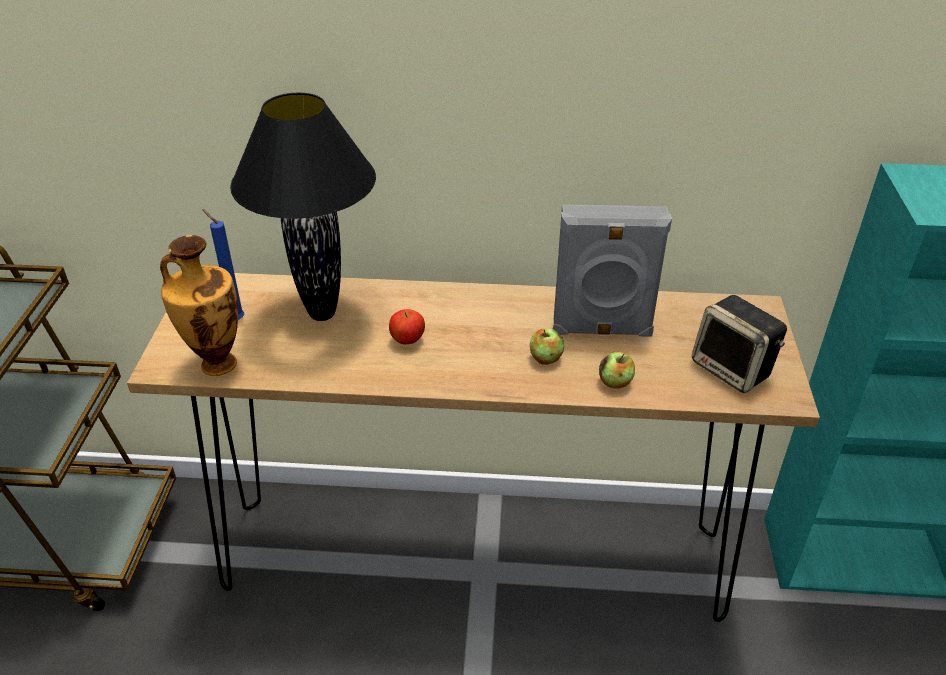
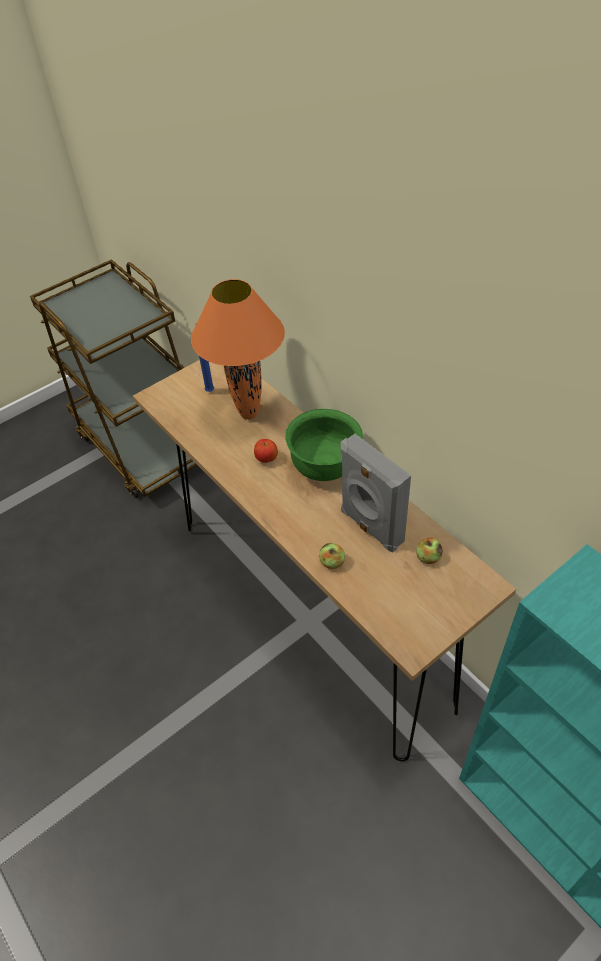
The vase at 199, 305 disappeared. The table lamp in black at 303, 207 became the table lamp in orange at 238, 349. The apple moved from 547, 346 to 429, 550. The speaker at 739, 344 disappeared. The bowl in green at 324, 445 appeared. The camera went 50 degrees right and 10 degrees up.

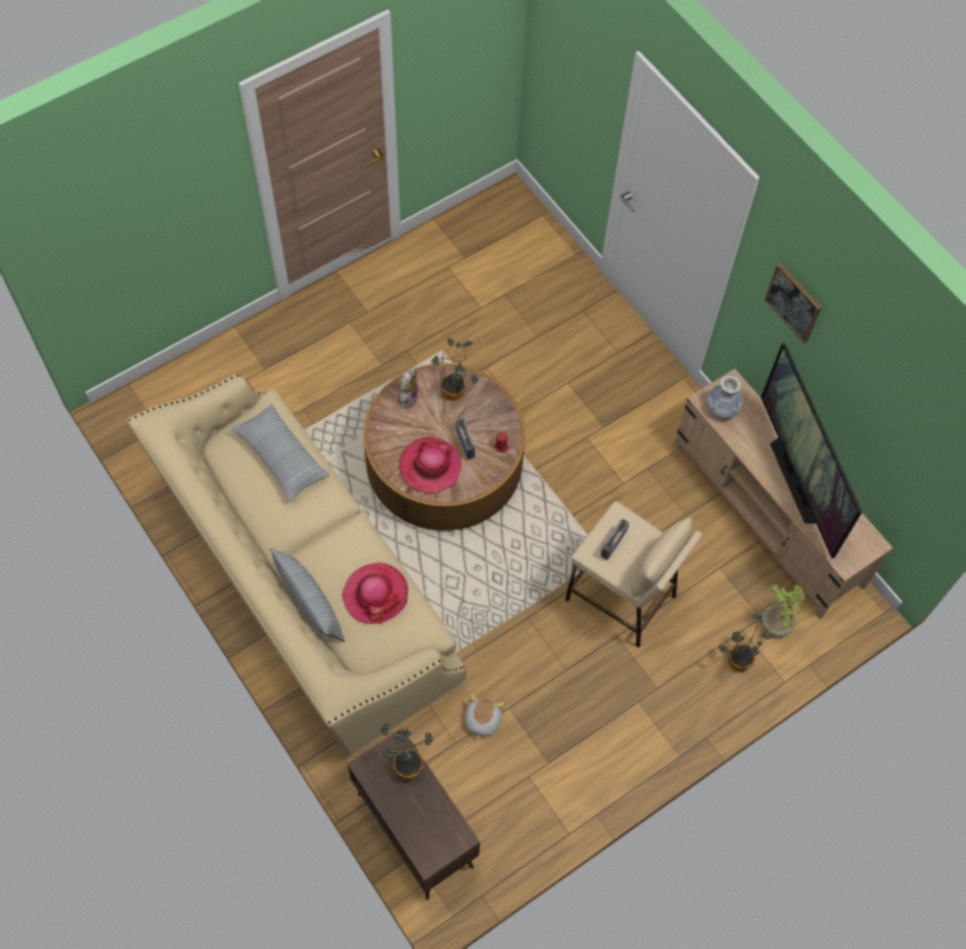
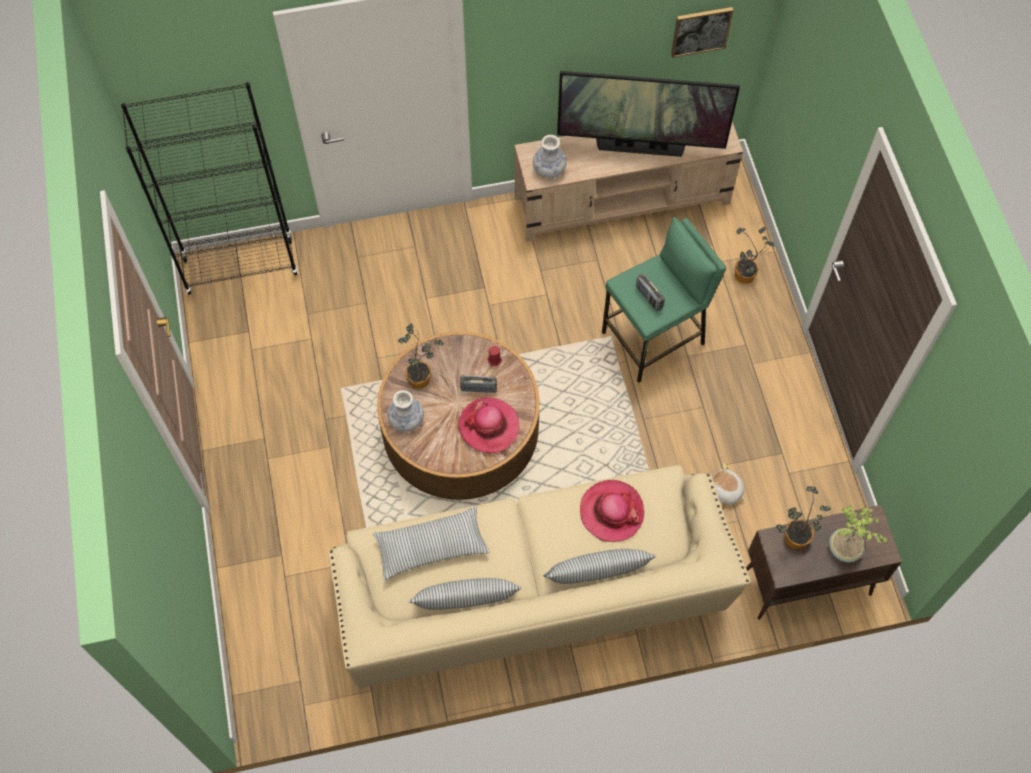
The plush toy at 407, 388 was replaced by the vase at 405, 411. The stool in beige at 633, 574 became the stool in green at 664, 300. The potted plant moved from 783, 610 to 858, 534. The picture moved from 793, 303 to 702, 32. The bookcase in black at 209, 188 appeared. The pillow at 464, 594 appeared. The camera went 65 degrees left and 0 degrees up.

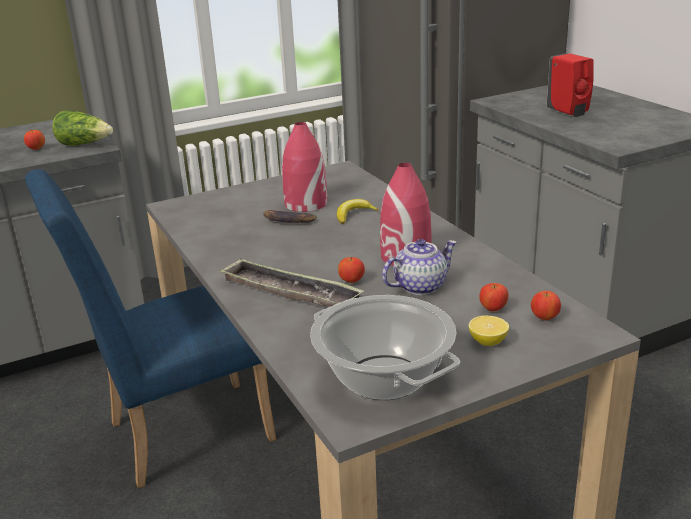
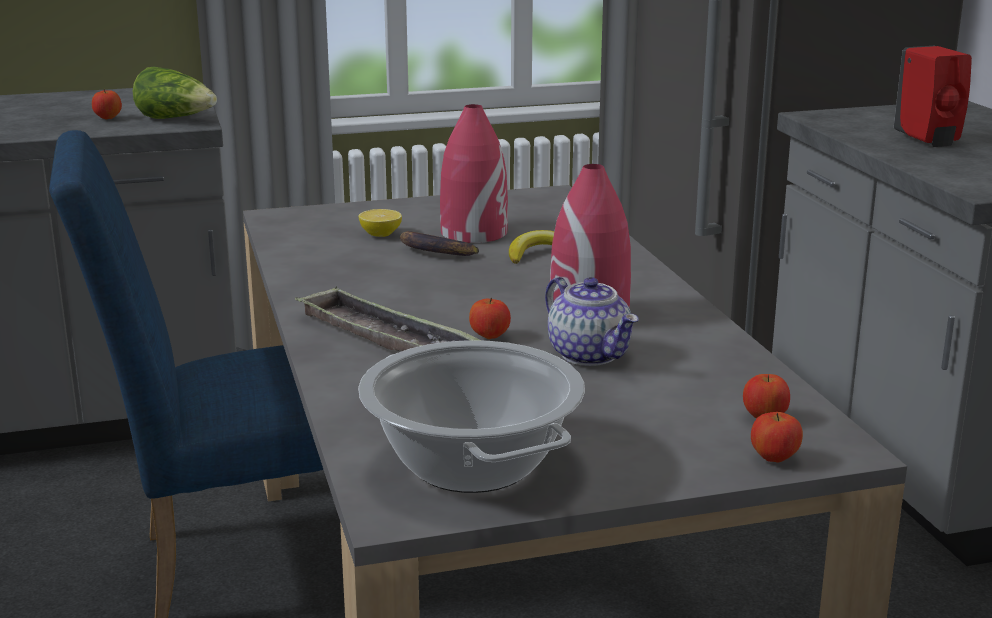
The teapot at 419, 267 turned 75 degrees clockwise. The lemon moved from 488, 331 to 380, 223. The apple moved from 493, 297 to 777, 437. The camera went 10 degrees right and 5 degrees down.

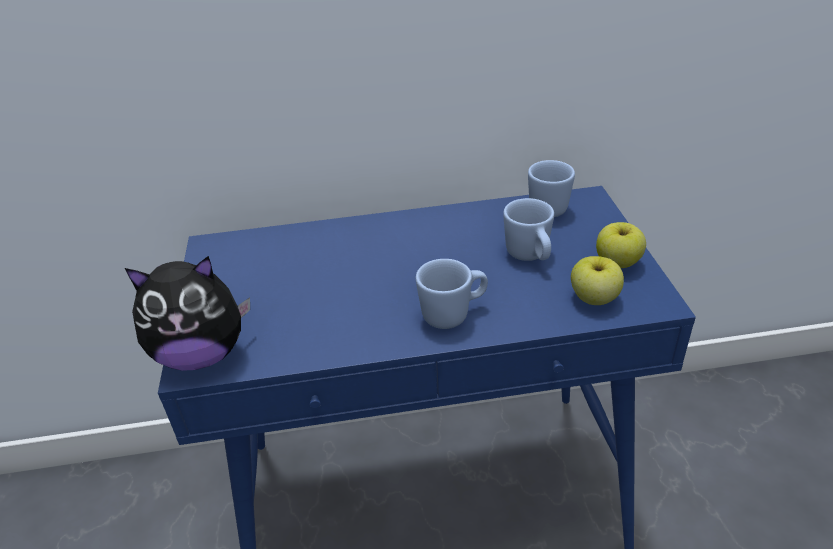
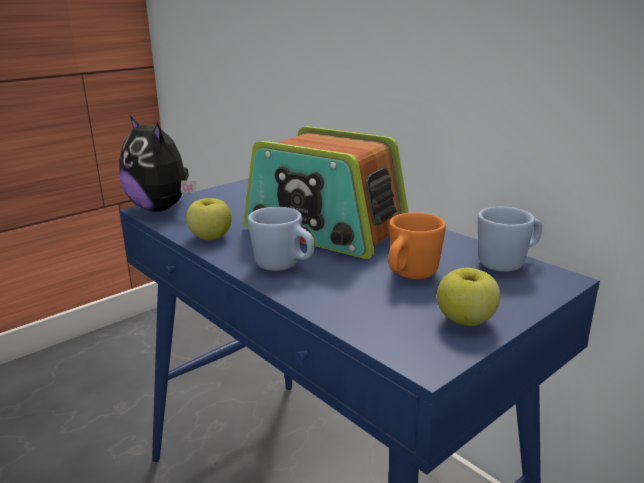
The mug in blue at 528, 229 became the mug in orange at 417, 245. The apple moved from 597, 280 to 209, 219. The radio at 326, 192 appeared. The camera went 55 degrees right and 15 degrees down.

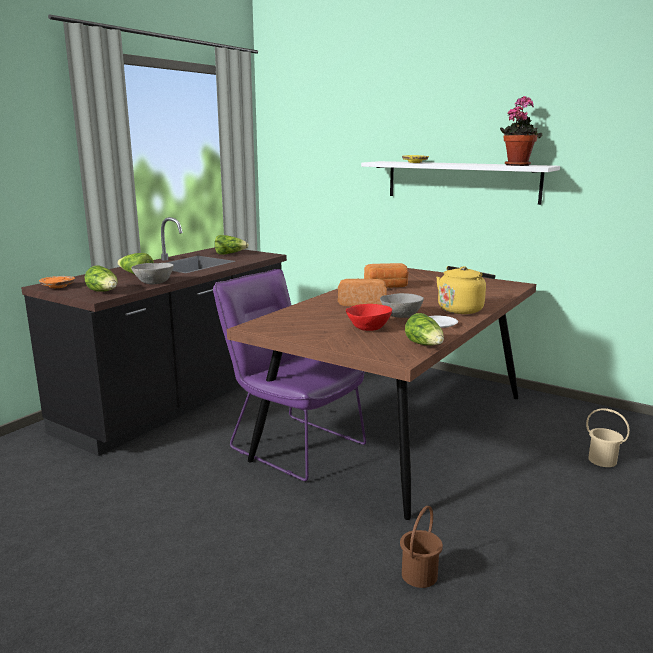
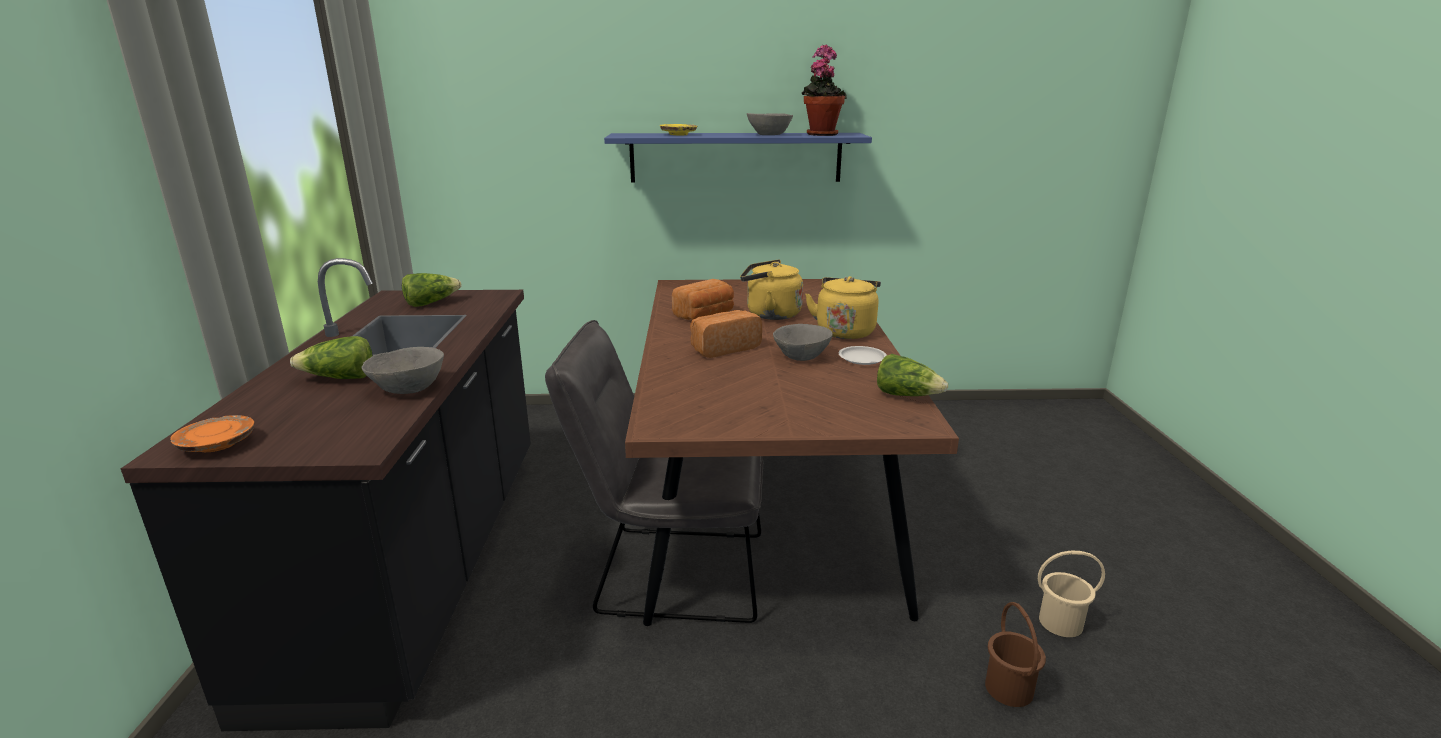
The lettuce at 101, 278 disappeared. The chair in purple at 289, 375 became the chair in grey at 654, 471. The bowl in red at 369, 317 disappeared. The shelf in white at 460, 183 became the shelf in blue at 738, 158. The bucket in beige moved from 608, 437 to 1071, 593. The kettle in yellow at 771, 290 appeared. The bowl in grey at 770, 124 appeared. The camera went 35 degrees left and 5 degrees up.

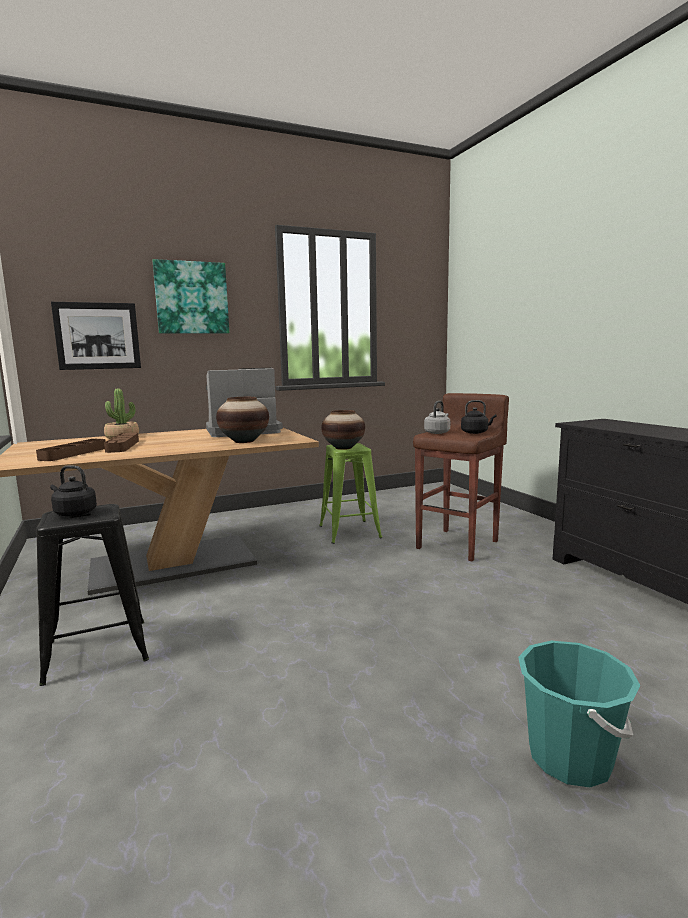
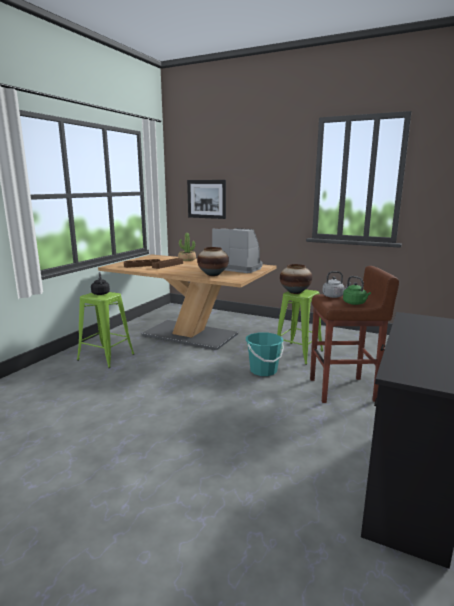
The stool in black at 92, 595 became the stool in green at 105, 330. The picture at 191, 296 disappeared. The kettle in black at 478, 417 became the kettle in green at 357, 290. The bucket in turquoise moved from 579, 714 to 265, 354. The camera went 50 degrees right and 5 degrees up.

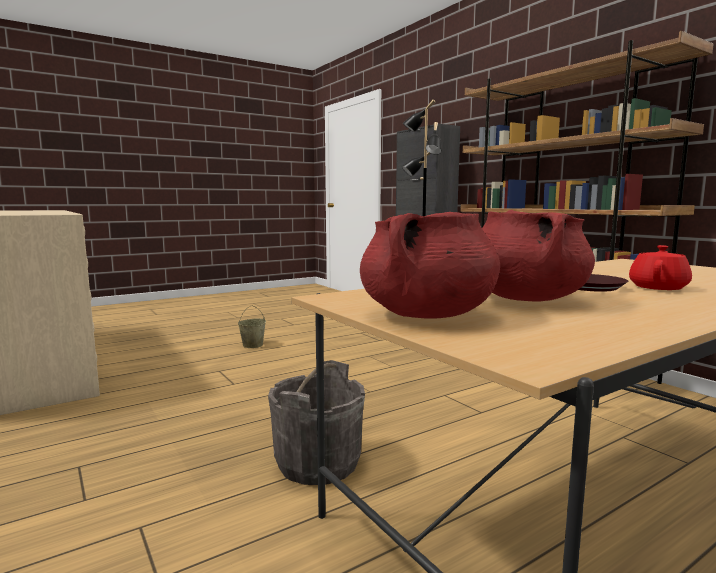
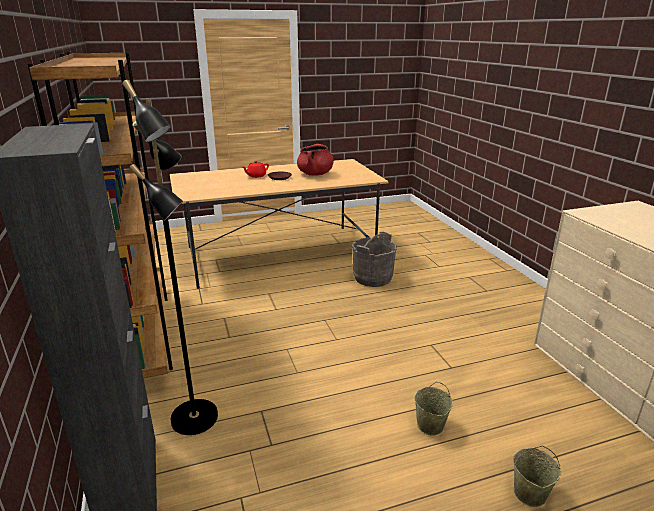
The cooking pot in red at 430, 265 disappeared. The bucket in beige at 537, 476 appeared. The camera went 165 degrees left and 15 degrees up.

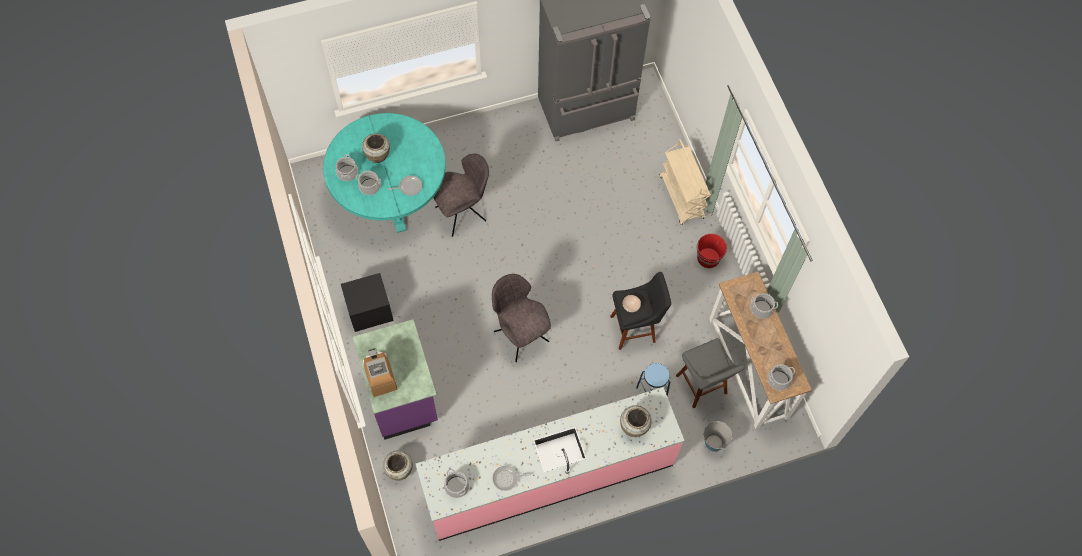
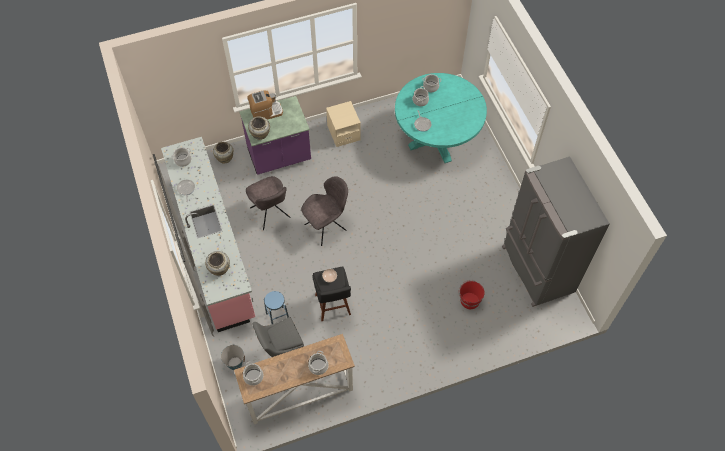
The nightstand in black at 367, 302 became the nightstand in beige at 343, 124. The vase in beige moved from 376, 148 to 259, 128. The chair in grey moved from 461, 195 to 268, 203. The cart in beige at 685, 182 disappeared. The bucket in red moved from 712, 251 to 472, 294. The camera went 90 degrees right and 5 degrees down.

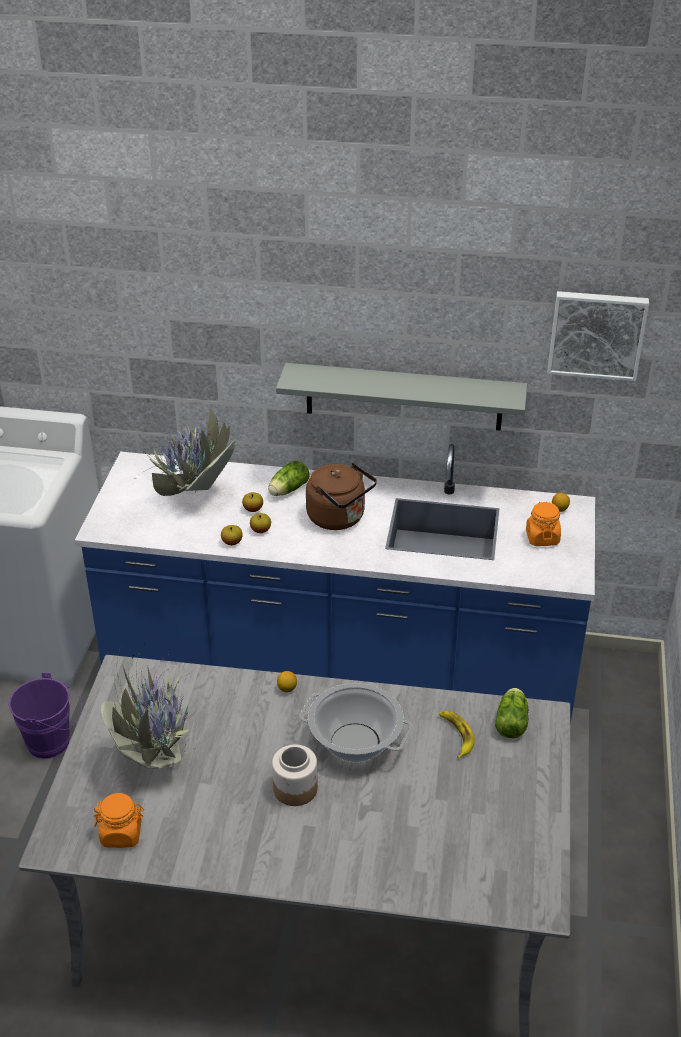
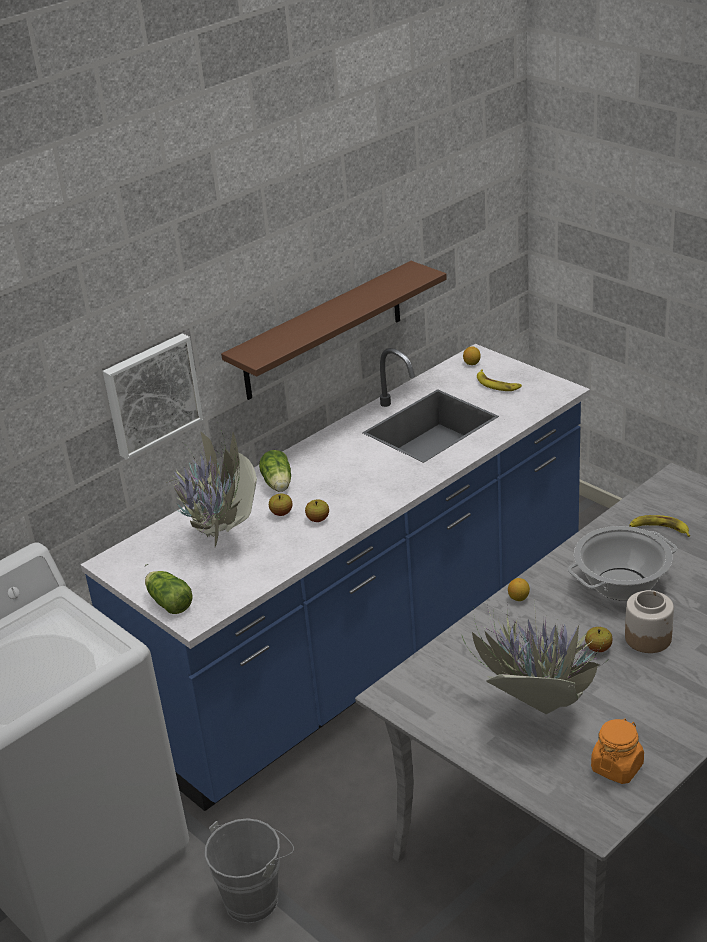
The bucket in purple at 45, 715 became the bucket in grey at 249, 870. The apple moved from 232, 535 to 599, 639. The shelf in grey at 401, 397 became the shelf in brown at 334, 330. The kettle in brown at 341, 496 disappeared. The lettuce moved from 511, 713 to 169, 592. The jar in orange at 543, 523 was replaced by the banana at 499, 380. The picture moved from 598, 336 to 153, 396. The camera went 50 degrees left and 5 degrees down.

